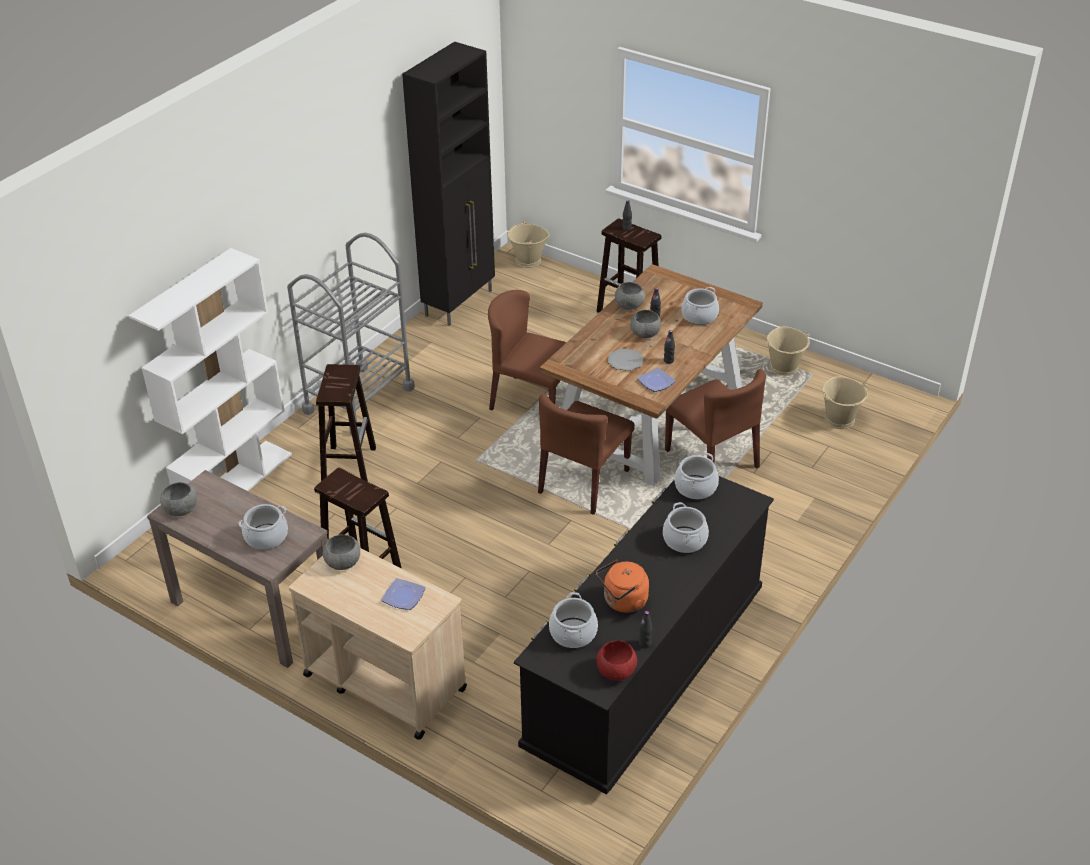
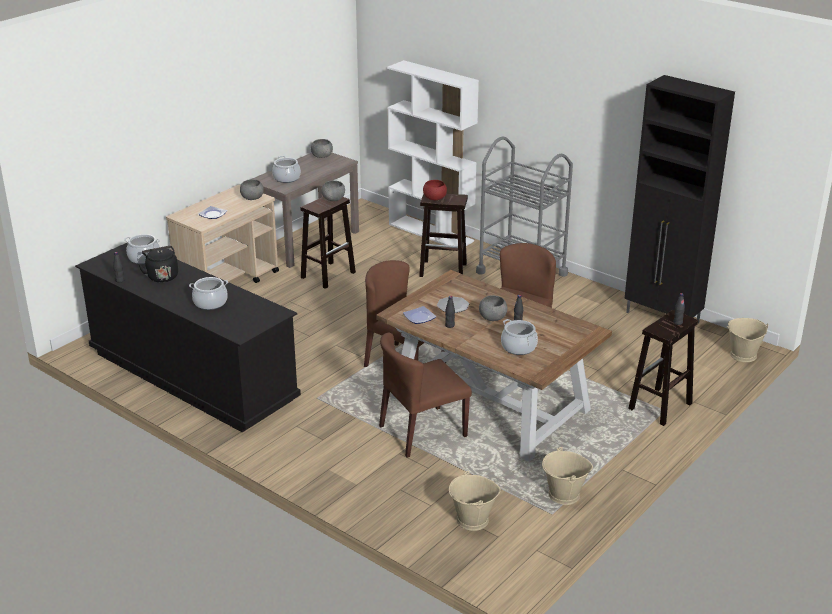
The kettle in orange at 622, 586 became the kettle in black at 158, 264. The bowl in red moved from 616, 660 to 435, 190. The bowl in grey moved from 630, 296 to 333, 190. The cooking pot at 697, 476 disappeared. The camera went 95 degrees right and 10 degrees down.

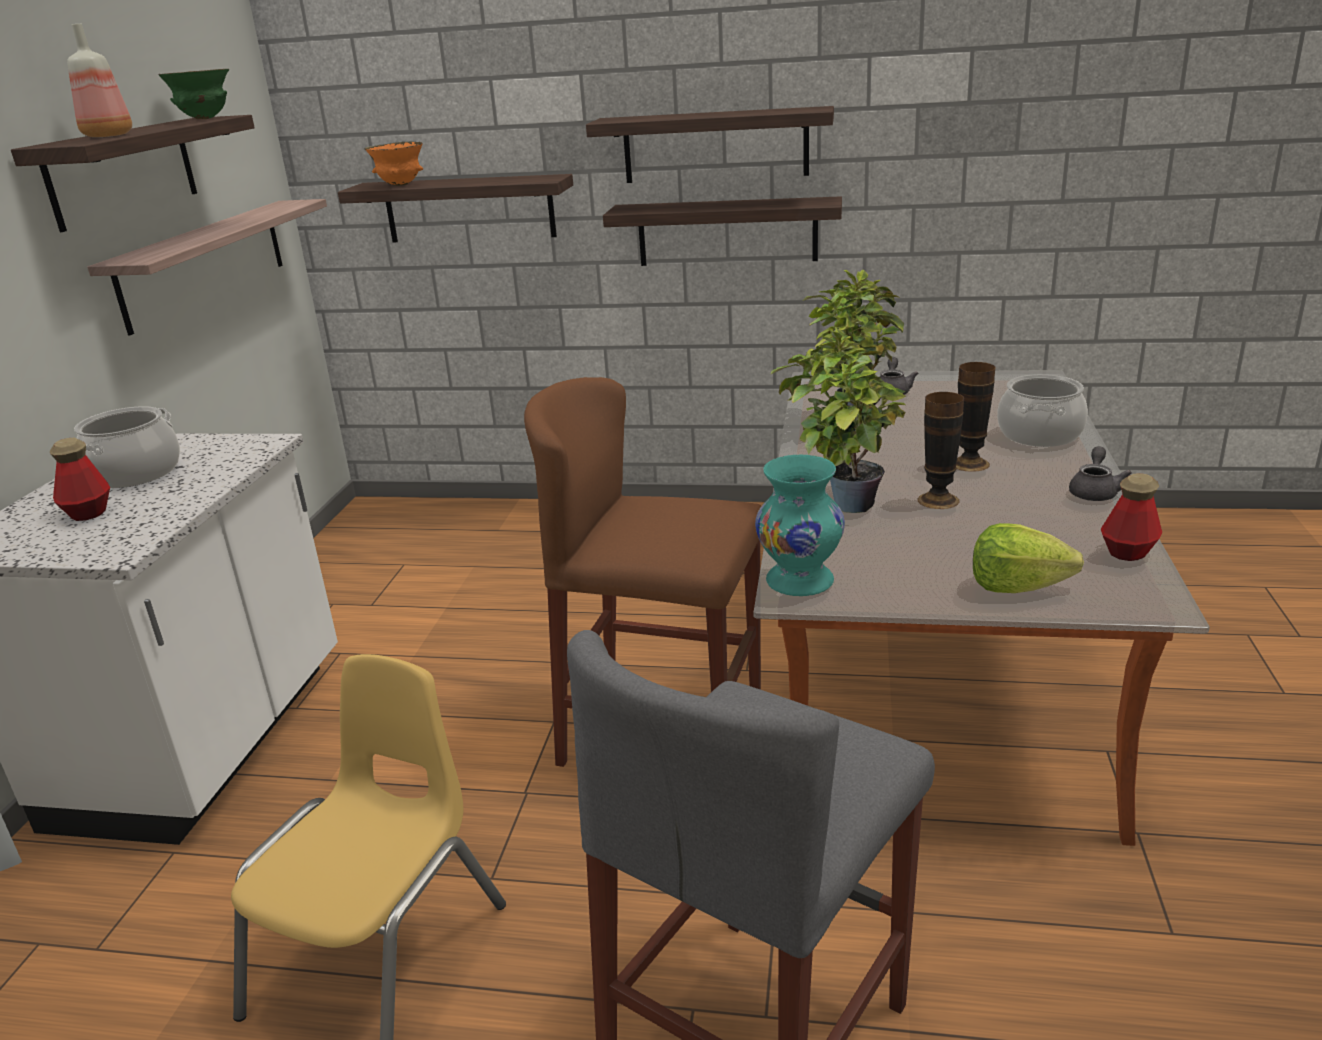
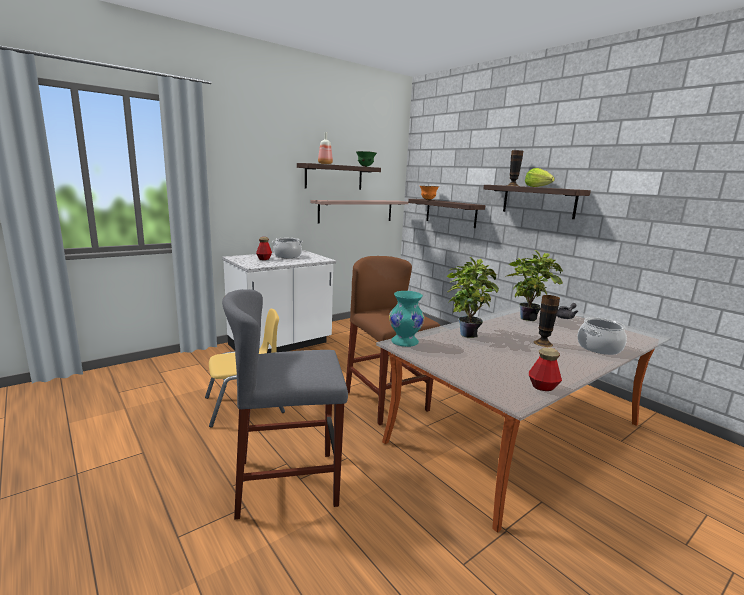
The shelf at 722, 231 disappeared. The vase moved from 941, 450 to 514, 168. The lettuce moved from 1028, 558 to 540, 177. The teapot in grey at 1100, 473 disappeared. The camera went 40 degrees right and 10 degrees down.

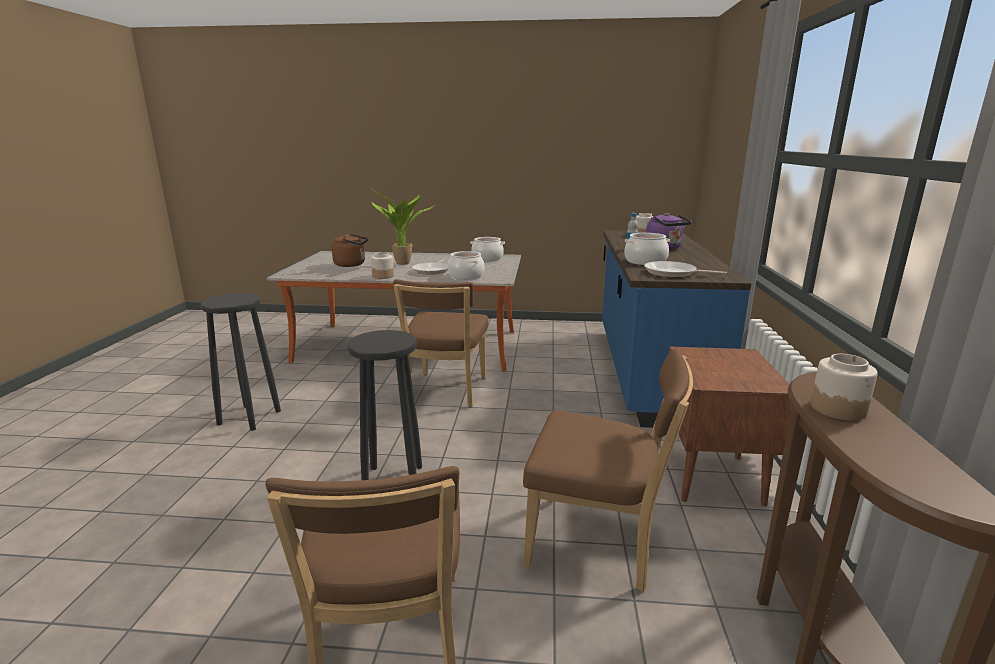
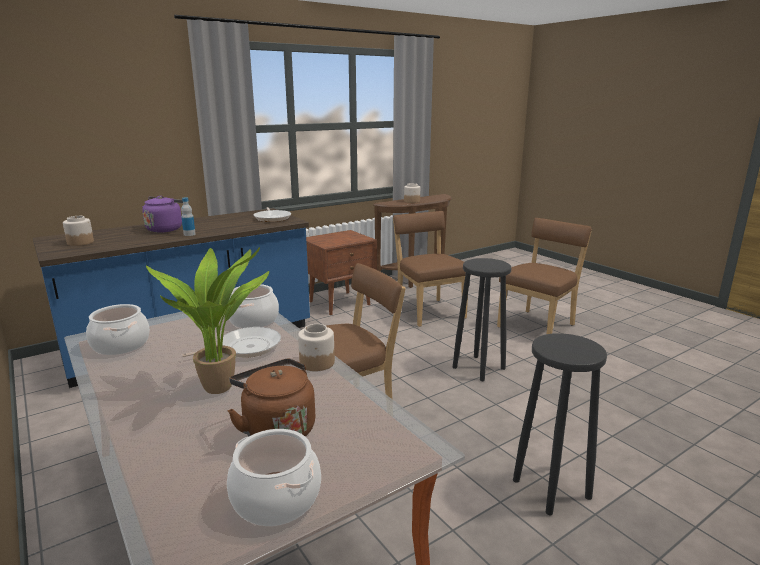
The cooking pot moved from 647, 249 to 274, 477. The camera went 130 degrees left and 0 degrees up.

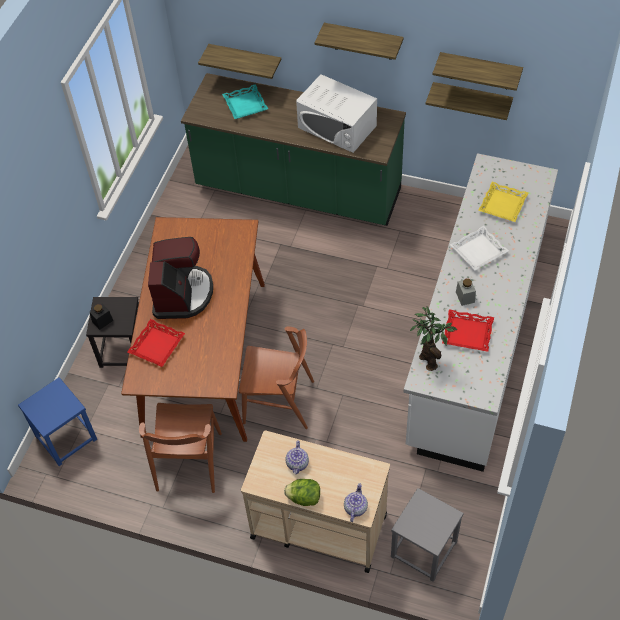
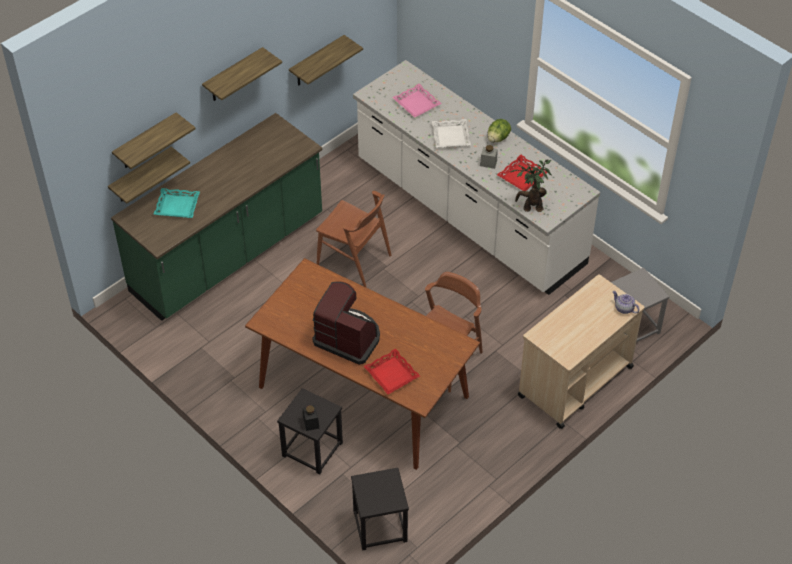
The stool in blue at 57, 421 became the stool in black at 380, 509. The chair in brown moved from 180, 448 to 354, 239. The lettuce moved from 302, 492 to 499, 131. The teapot at 297, 457 disappeared. The microwave in white at 336, 113 disappeared. The shelf moved from 477, 71 to 154, 140. The tray in yellow at 503, 202 became the tray in pink at 417, 101. The camera went 65 degrees left and 5 degrees down.

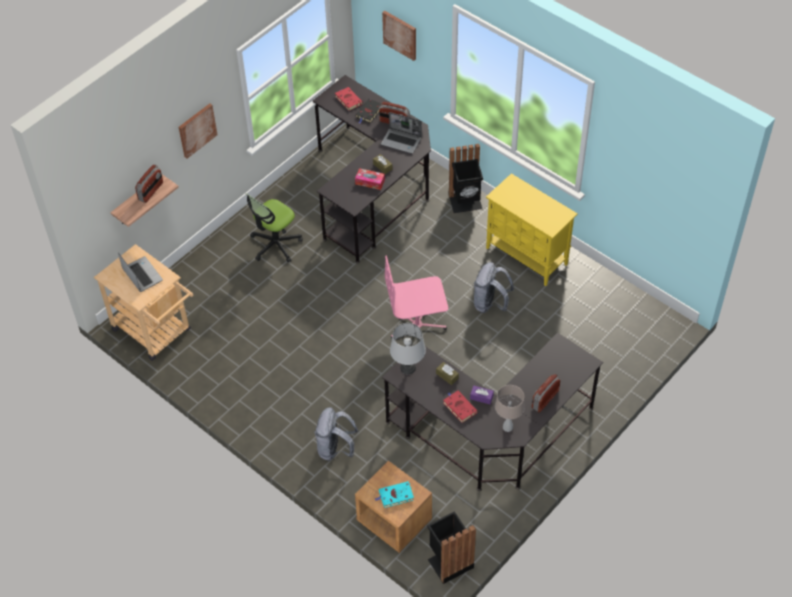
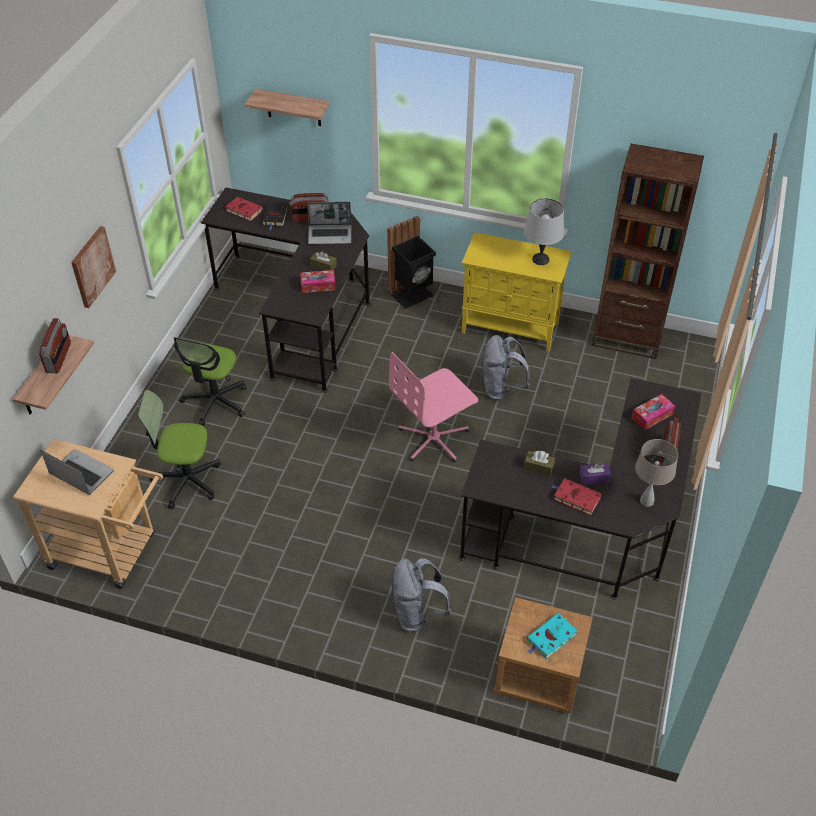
The picture at 399, 35 was replaced by the shelf at 287, 107. The table lamp in grey moved from 408, 348 to 544, 231. The trash can in black at 451, 547 disappeared. The office chair at 179, 449 appeared. The bookcase in brown at 648, 251 appeared. The tissue box at 653, 412 appeared. The camera went 25 degrees left and 5 degrees down.

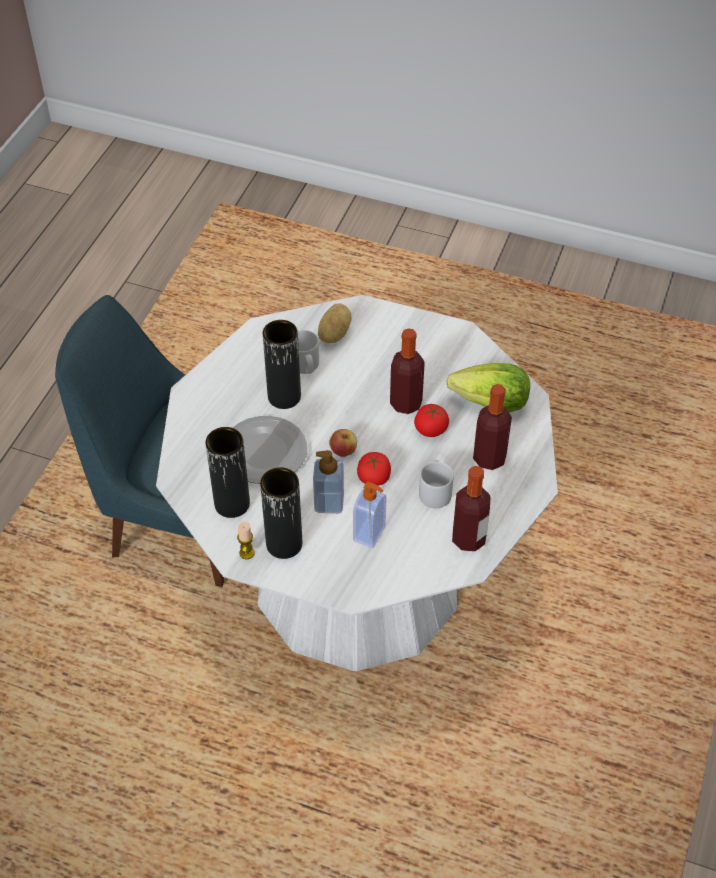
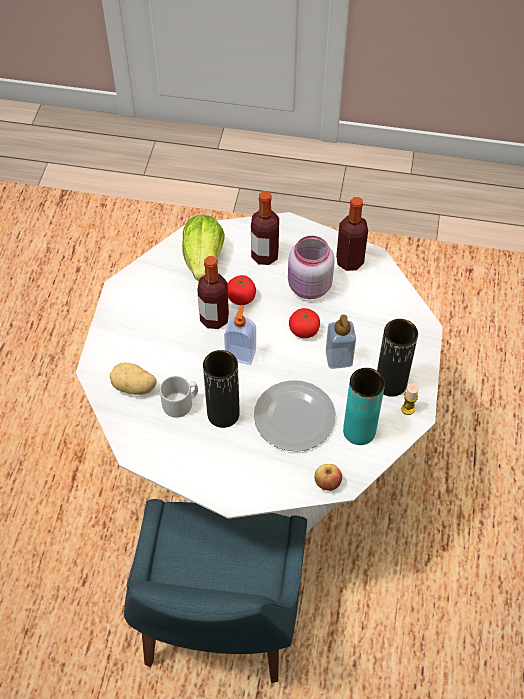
The vase in black at 228, 472 became the vase in turquoise at 364, 406. The apple moved from 343, 443 to 328, 477. The soap dispenser moved from 369, 514 to 240, 335. The mug in grey at 436, 484 was replaced by the jar in pink at 311, 267. The camera went 100 degrees left and 5 degrees up.

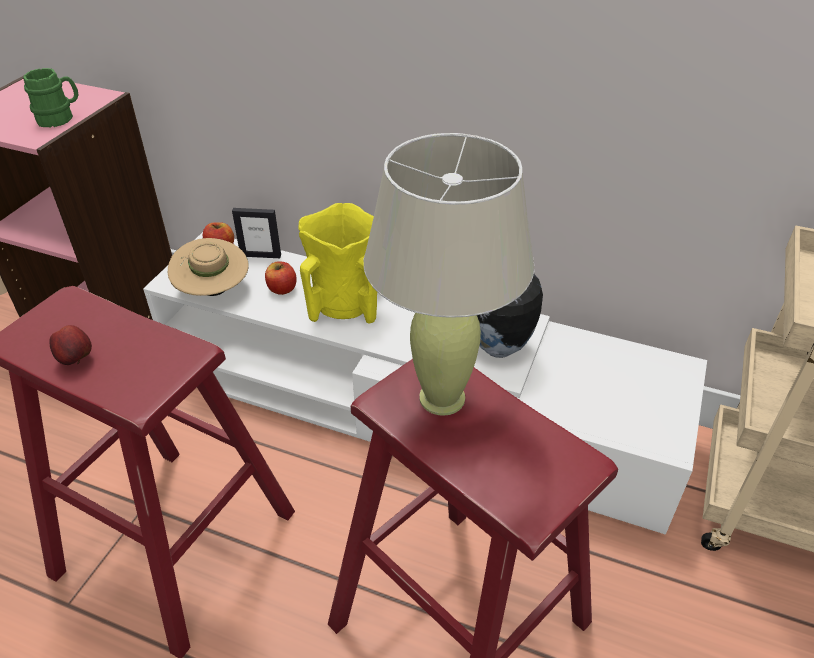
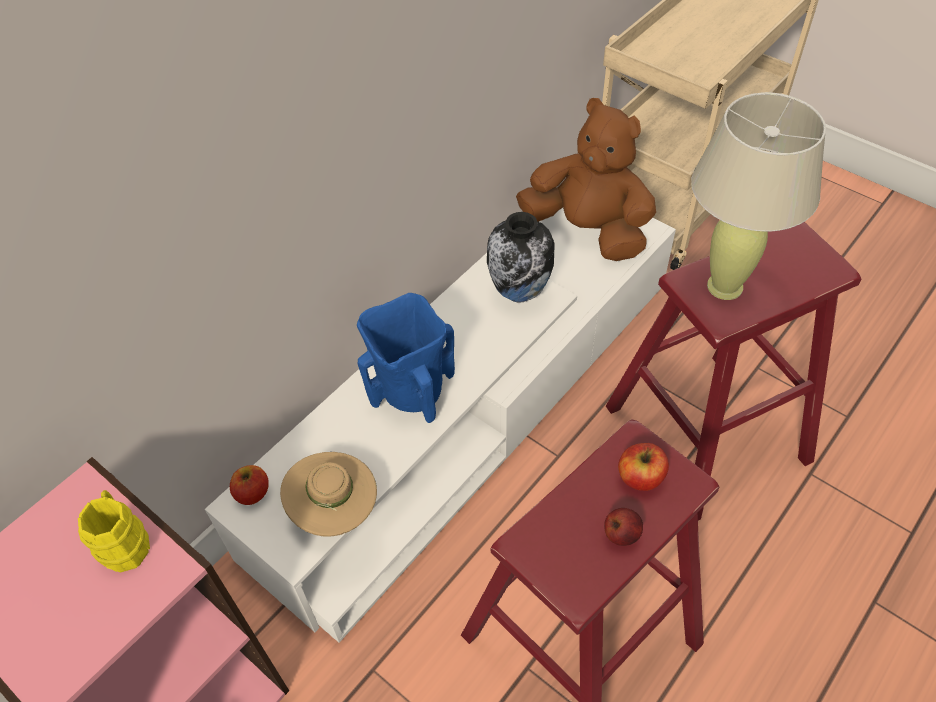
The mug in green at 50, 97 became the mug in yellow at 114, 531. The picture frame at 256, 233 disappeared. The apple moved from 281, 278 to 643, 467. The vase in yellow at 338, 263 became the vase in blue at 406, 358. The plush toy in brown at 586, 179 appeared. The camera went 70 degrees left and 10 degrees up.

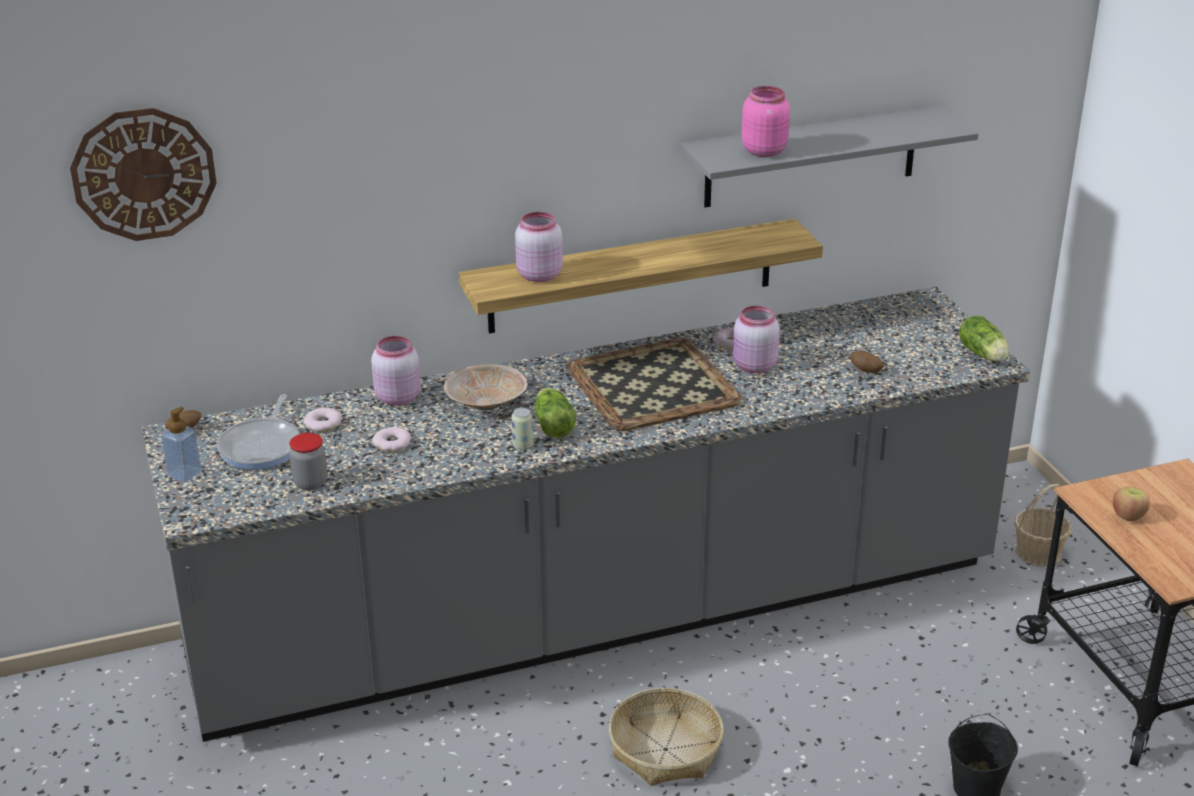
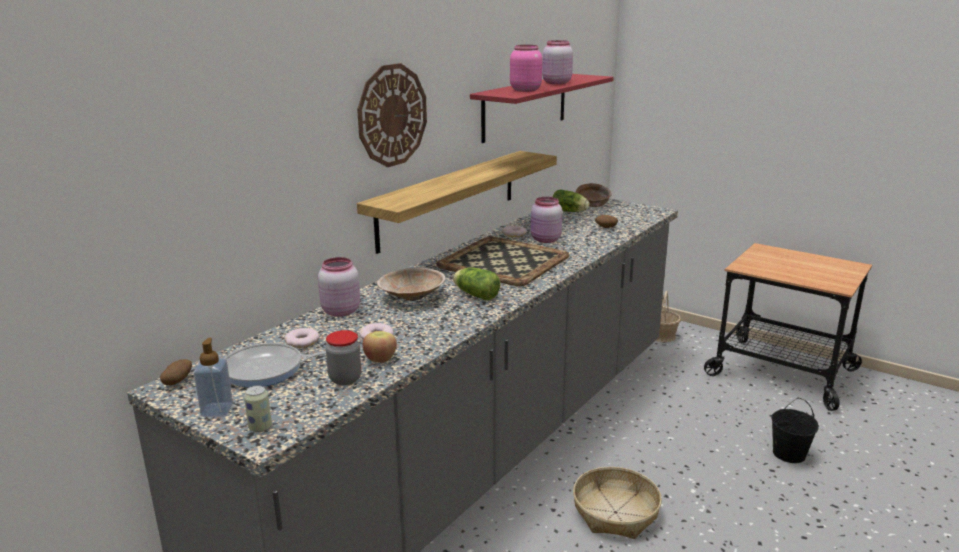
The wall clock moved from 143, 174 to 392, 115. The frying pan at 258, 432 turned 105 degrees clockwise. The can moved from 522, 429 to 258, 409. The jar in pink moved from 539, 247 to 557, 62. The shelf in grey at 830, 157 became the shelf in red at 542, 108. The lettuce moved from 984, 339 to 571, 201. The apple moved from 1131, 504 to 380, 347. The bowl in brown at 594, 195 appeared. The camera went 35 degrees left and 10 degrees down.

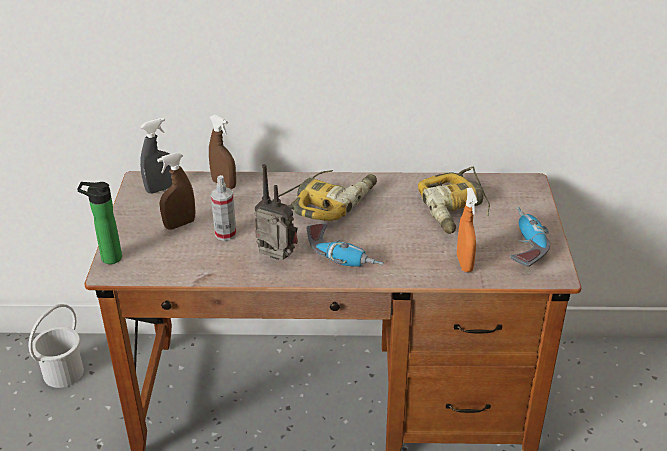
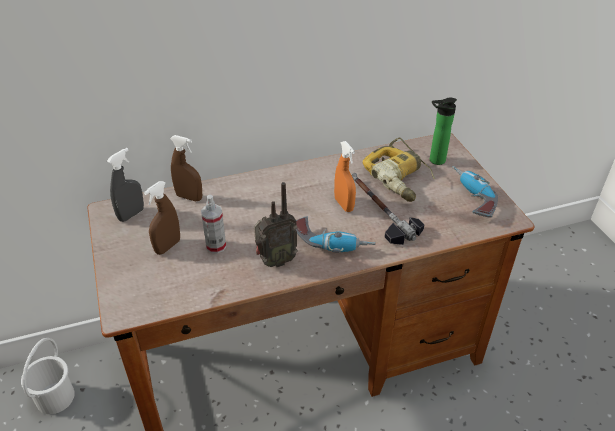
The bottle moved from 99, 223 to 443, 131. The radio at 276, 212 turned 150 degrees clockwise. The power drill at 327, 195 disappeared. The spray bottle in orange moved from 467, 230 to 345, 176. The hammer at 387, 209 appeared. The camera went 20 degrees left and 5 degrees up.

